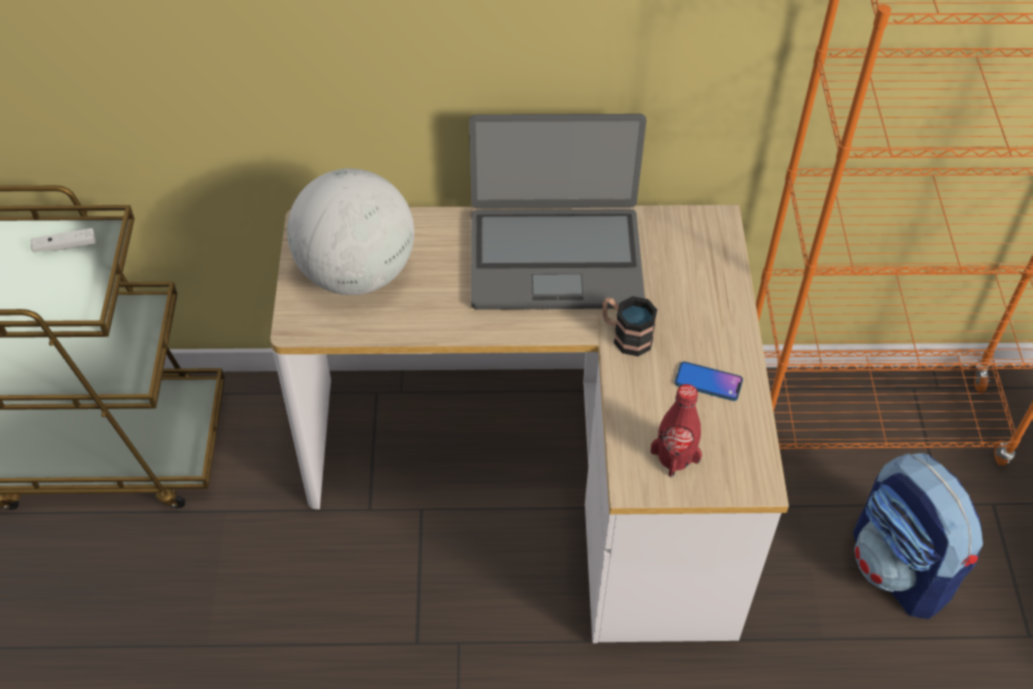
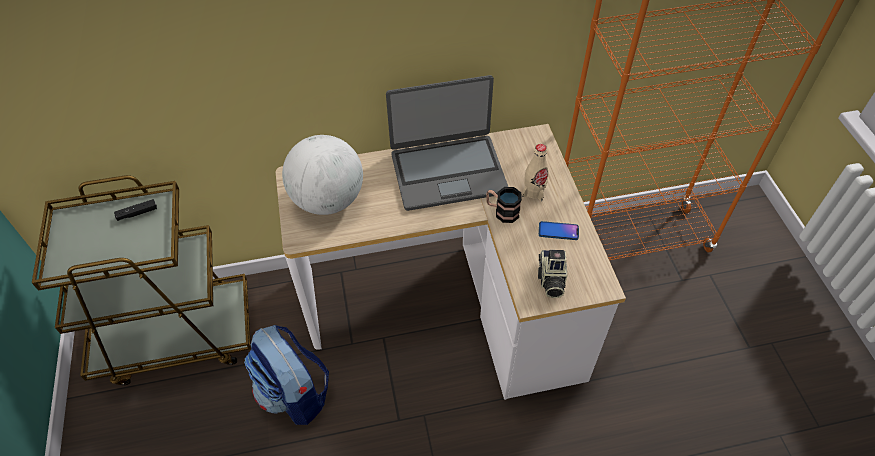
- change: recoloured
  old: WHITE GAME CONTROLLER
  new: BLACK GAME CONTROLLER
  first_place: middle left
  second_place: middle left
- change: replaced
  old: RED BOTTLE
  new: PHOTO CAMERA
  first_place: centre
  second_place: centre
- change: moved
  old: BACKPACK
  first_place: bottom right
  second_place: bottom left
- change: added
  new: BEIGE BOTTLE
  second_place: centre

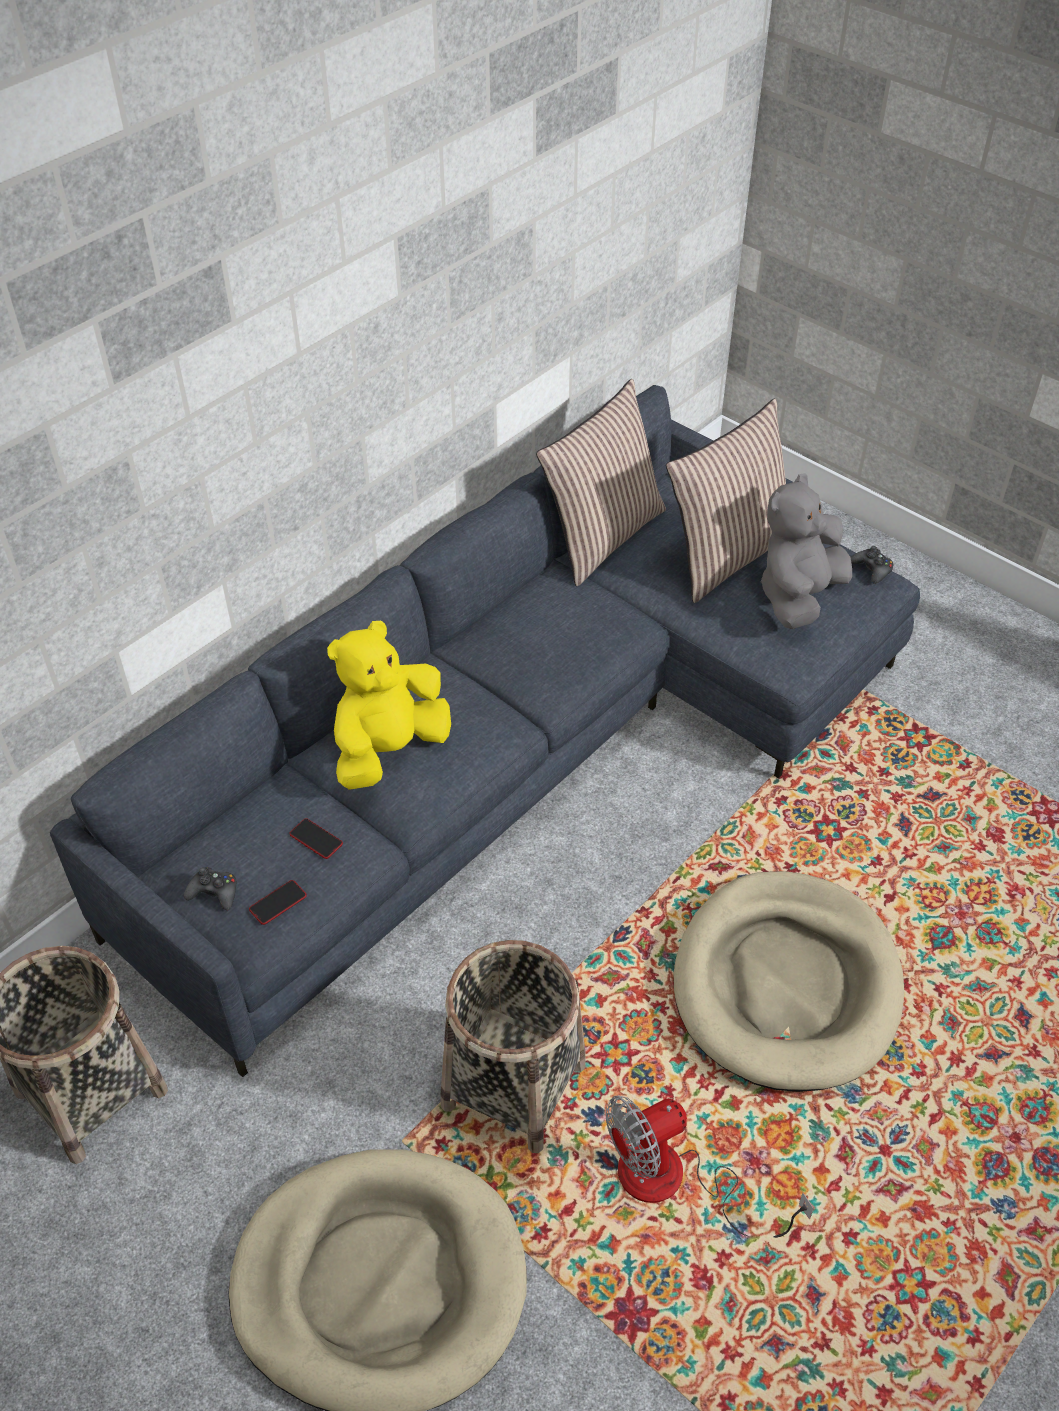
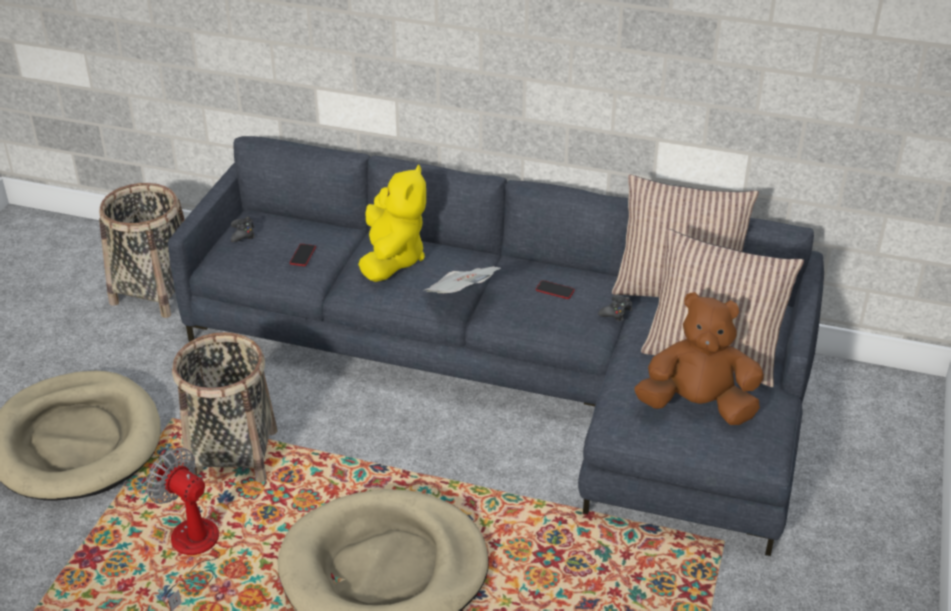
- change: recoloured
  old: GREY PLUSH TOY
  new: BROWN PLUSH TOY
  first_place: middle right
  second_place: middle right
- change: moved
  old: BLACK GAME CONTROLLER (2nd from left)
  first_place: middle right
  second_place: centre
- change: turned
  old: YELLOW PLUSH TOY
  first_place: centre
  second_place: centre
  degrees: 75
- change: moved
  old: PHONE (1st from left in the first image)
  new: PHONE (2nd from left)
  first_place: middle left
  second_place: centre
- change: added
  new: NEWSPAPER
  second_place: centre

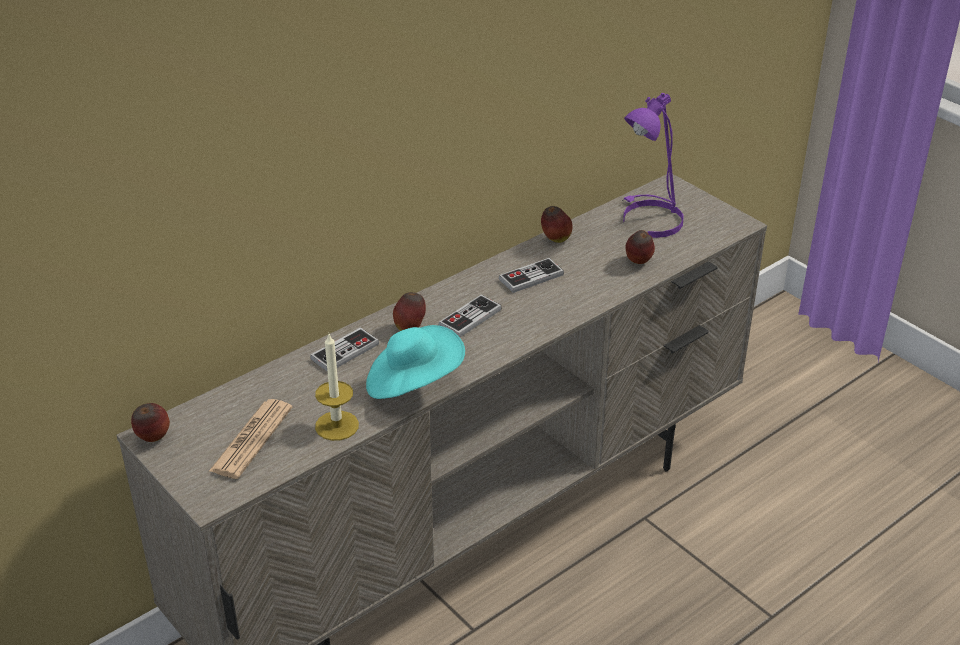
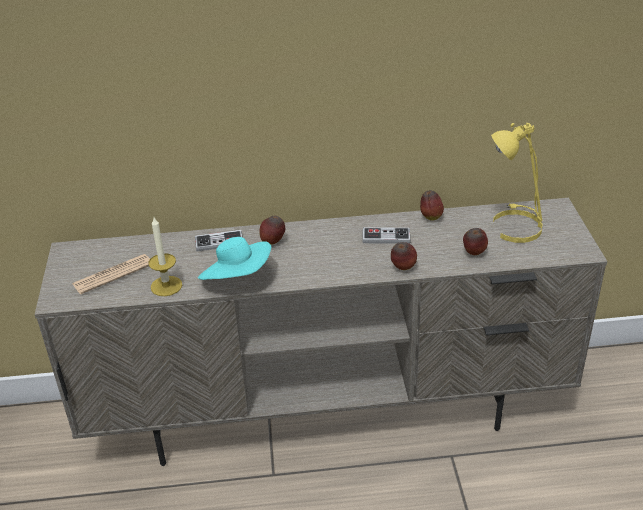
- change: recoloured
  old: PURPLE TABLE LAMP
  new: YELLOW TABLE LAMP
  first_place: top right
  second_place: middle right
- change: removed
  old: GAME CONTROLLER (2nd from left)
  first_place: centre
- change: moved
  old: APPLE (1st from left in the first image)
  new: APPLE (2nd from left)
  first_place: middle left
  second_place: centre

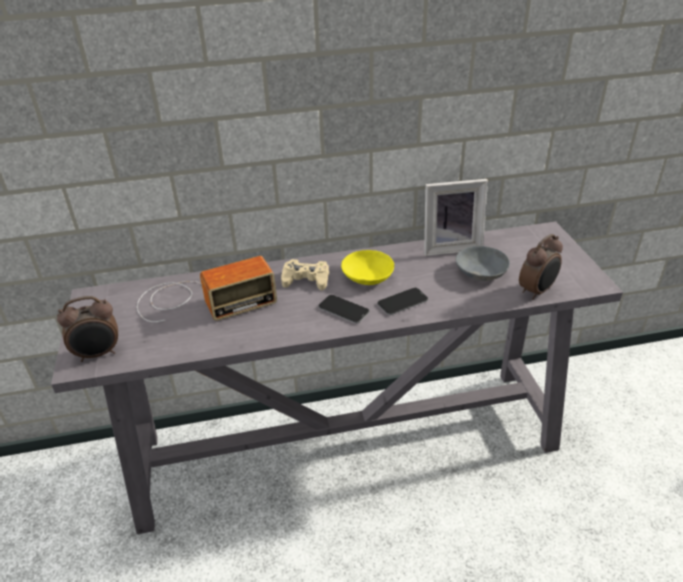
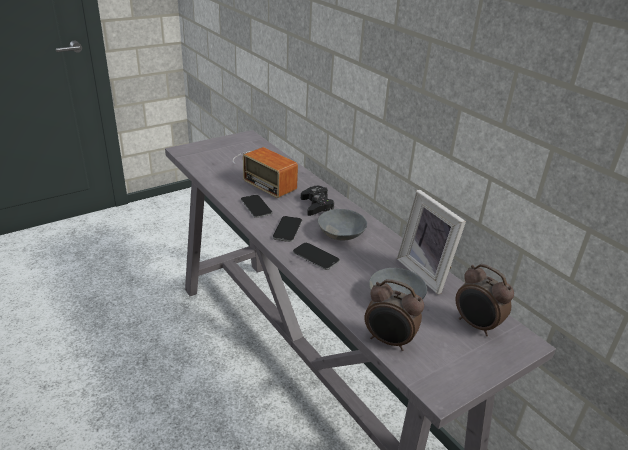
- change: recoloured
  old: YELLOW BOWL
  new: GREY BOWL (1st from left)
  first_place: centre
  second_place: centre
- change: recoloured
  old: BEIGE GAME CONTROLLER
  new: BLACK GAME CONTROLLER
  first_place: centre
  second_place: centre
- change: moved
  old: ALARM CLOCK (1st from left in the first image)
  new: ALARM CLOCK (2nd from left)
  first_place: middle left
  second_place: bottom right
- change: added
  new: PHONE (1st from left)
  second_place: centre

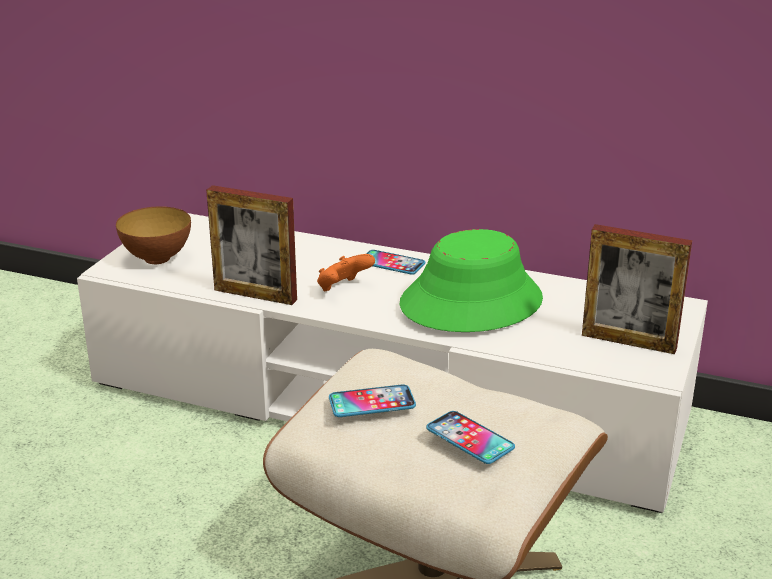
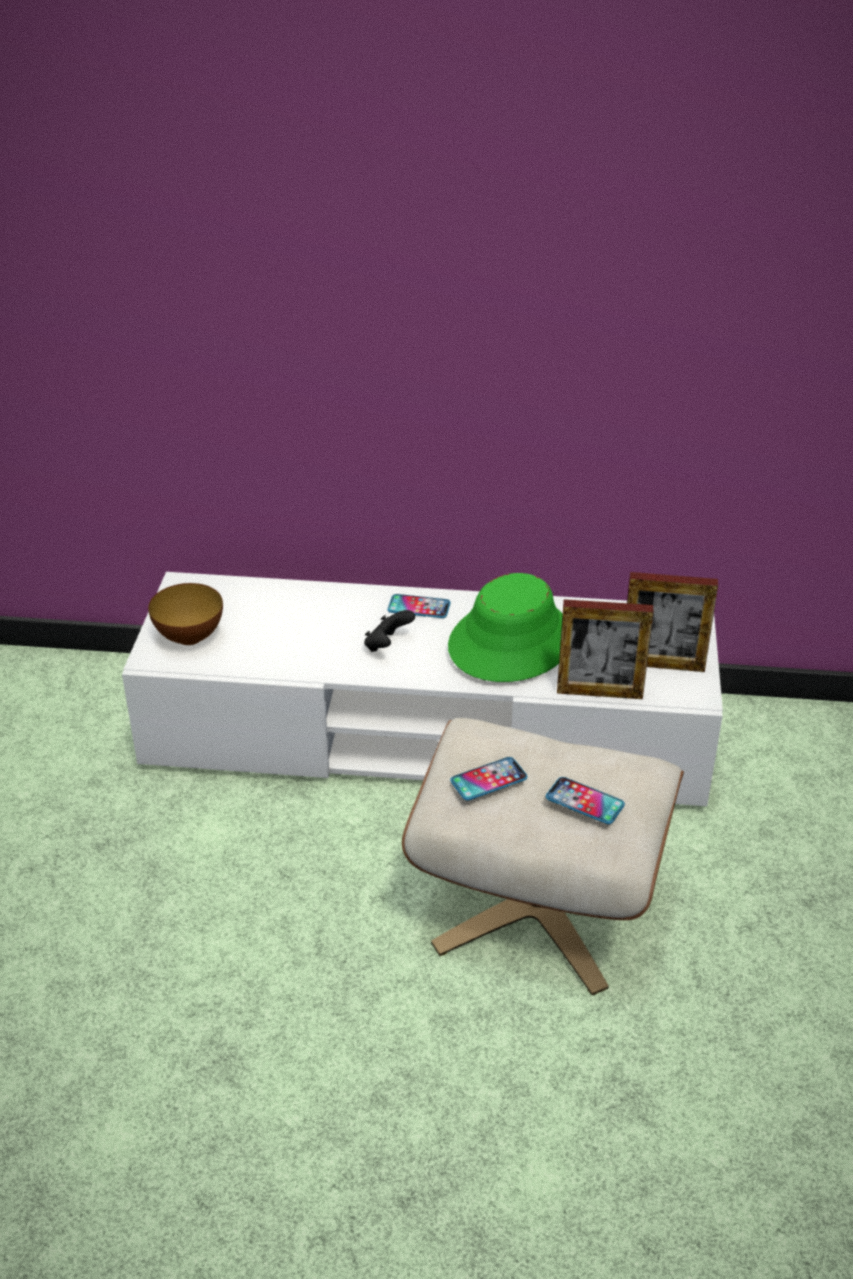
- change: moved
  old: PICTURE FRAME (1st from left)
  first_place: middle left
  second_place: middle right
- change: recoloured
  old: ORANGE GAME CONTROLLER
  new: BLACK GAME CONTROLLER
  first_place: centre
  second_place: centre

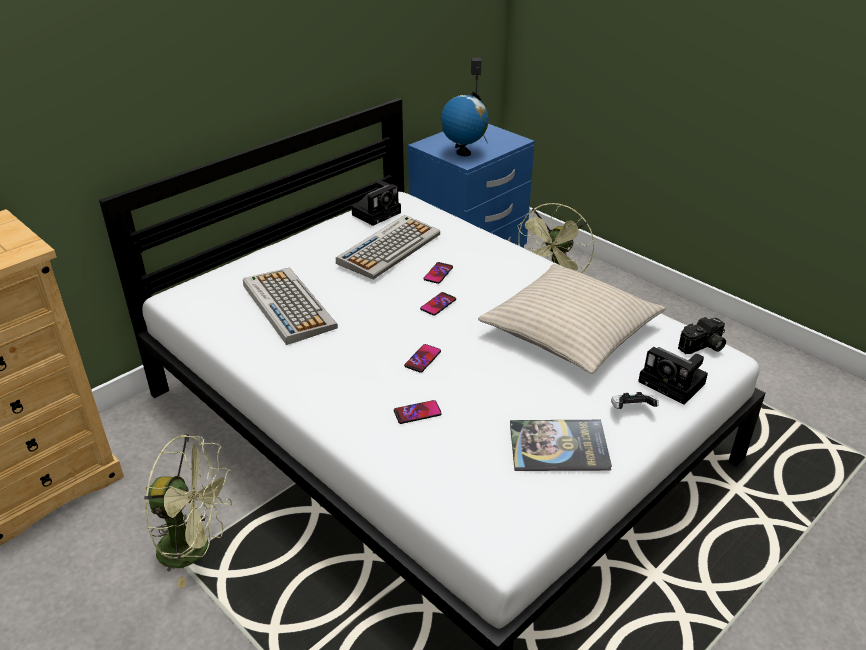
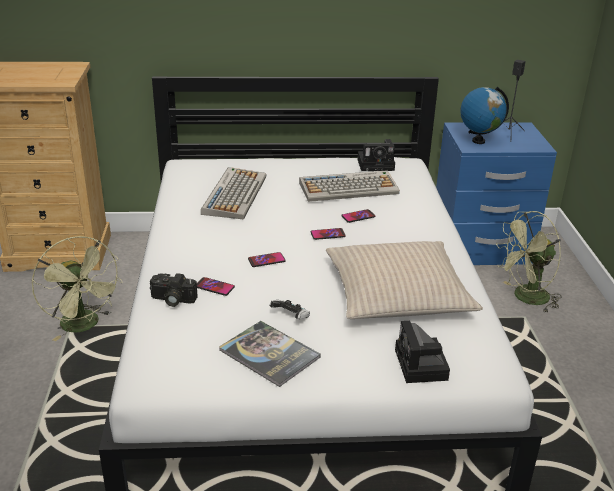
- change: moved
  old: PHOTO CAMERA (3rd from left in the first image)
  new: PHOTO CAMERA (1st from left)
  first_place: middle right
  second_place: middle left
- change: moved
  old: GAME CONTROLLER
  first_place: middle right
  second_place: centre

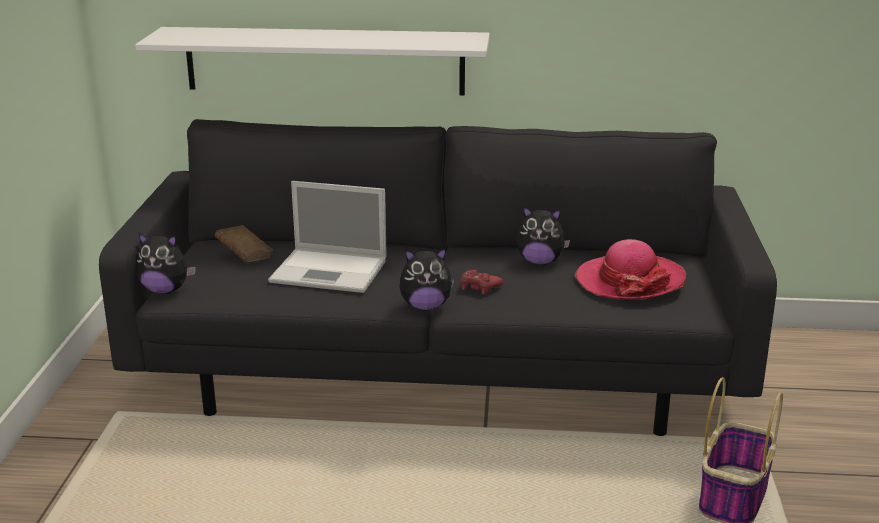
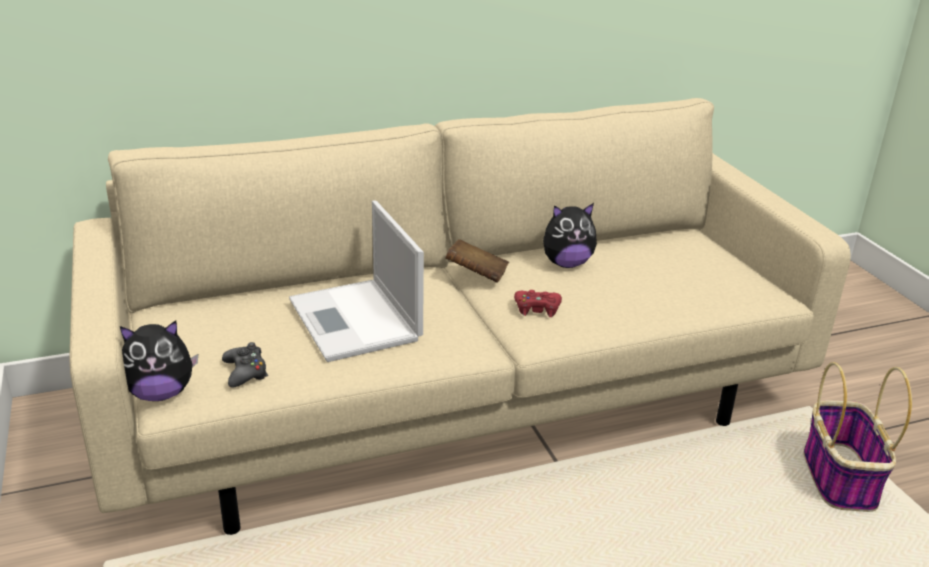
- change: removed
  old: WHITE SHELF
  first_place: top centre
- change: recoloured
  old: BLACK SOFA
  new: BEIGE SOFA
  first_place: centre
  second_place: centre
- change: turned
  old: LAPTOP
  first_place: centre
  second_place: centre
  degrees: 75
- change: moved
  old: BROWN BOOK
  first_place: middle left
  second_place: centre
- change: removed
  old: HAT
  first_place: middle right
- change: removed
  old: PLUSH TOY (2nd from left)
  first_place: centre
- change: added
  new: BLACK GAME CONTROLLER
  second_place: middle left

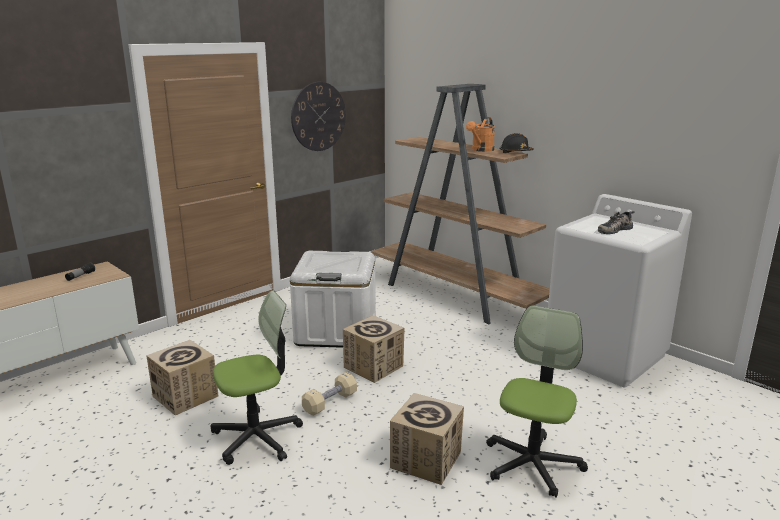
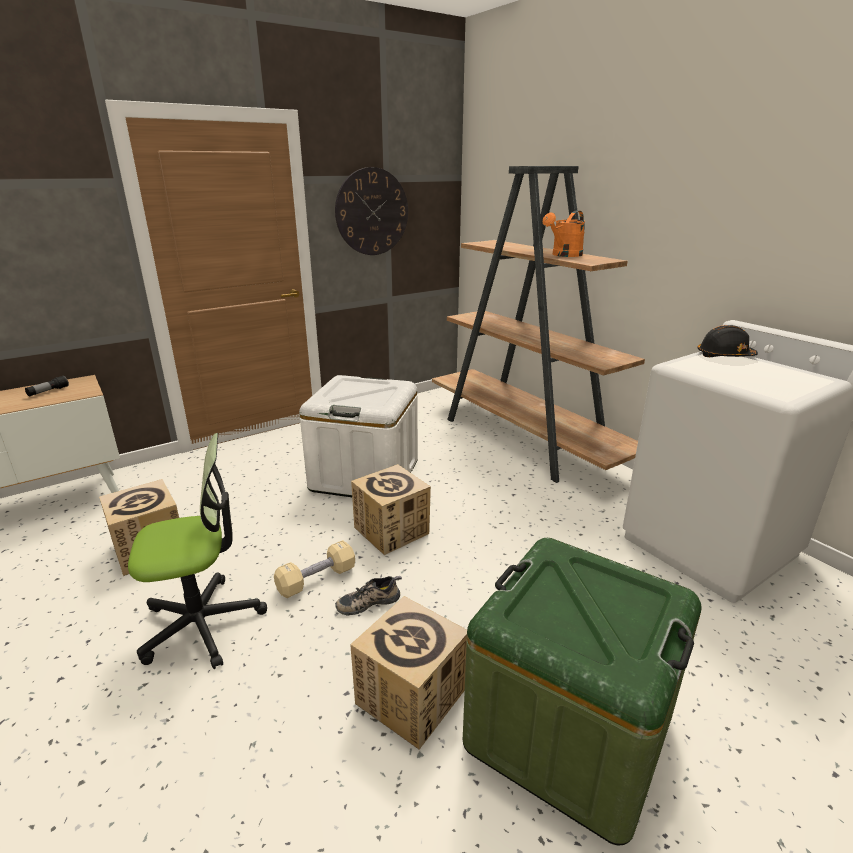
- change: moved
  old: BLACK HARD HAT
  first_place: top centre
  second_place: middle right
- change: moved
  old: SHOE
  first_place: middle right
  second_place: bottom centre
- change: replaced
  old: OFFICE CHAIR (2nd from left)
  new: GREEN STORAGE BOX
  first_place: bottom right
  second_place: bottom right

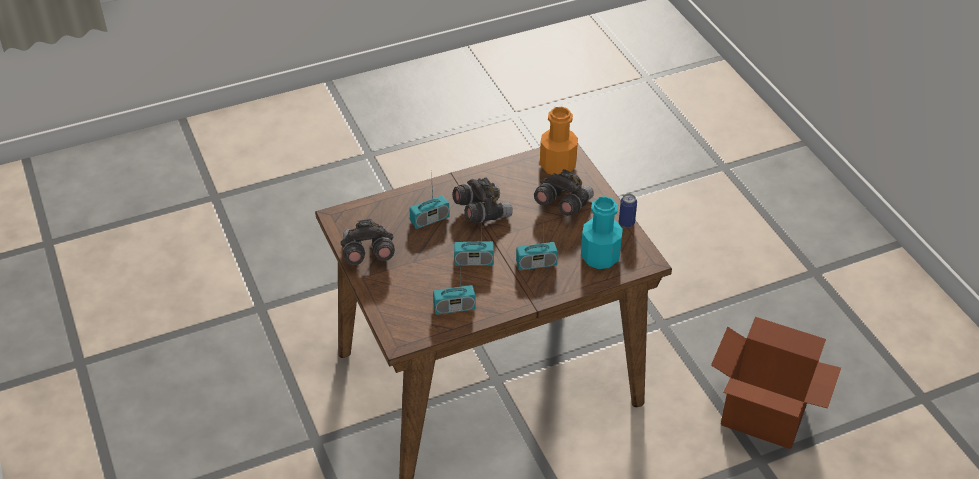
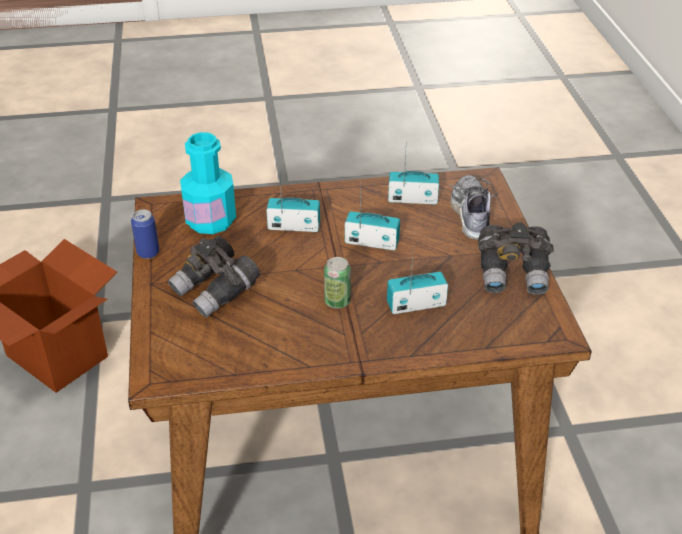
- change: removed
  old: ORANGE BOTTLE
  first_place: top centre
- change: replaced
  old: GREY BINOCULARS (2nd from left)
  new: CAN (2nd from left)
  first_place: centre
  second_place: centre
- change: added
  new: SHOE
  second_place: middle right

